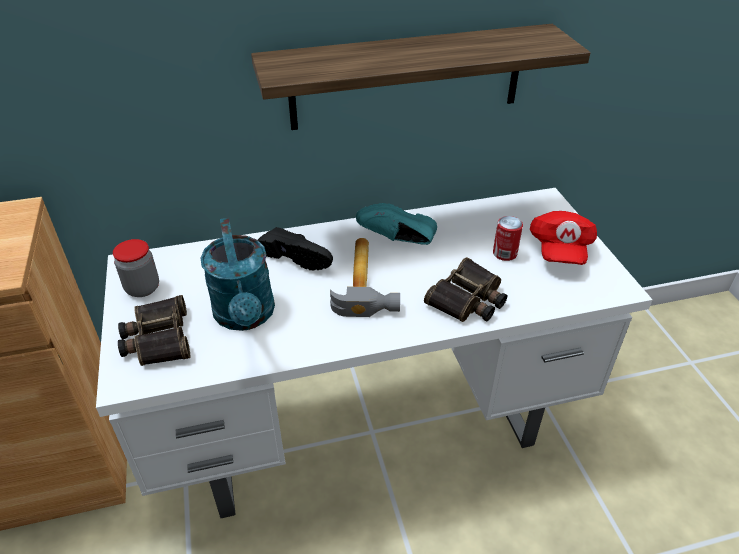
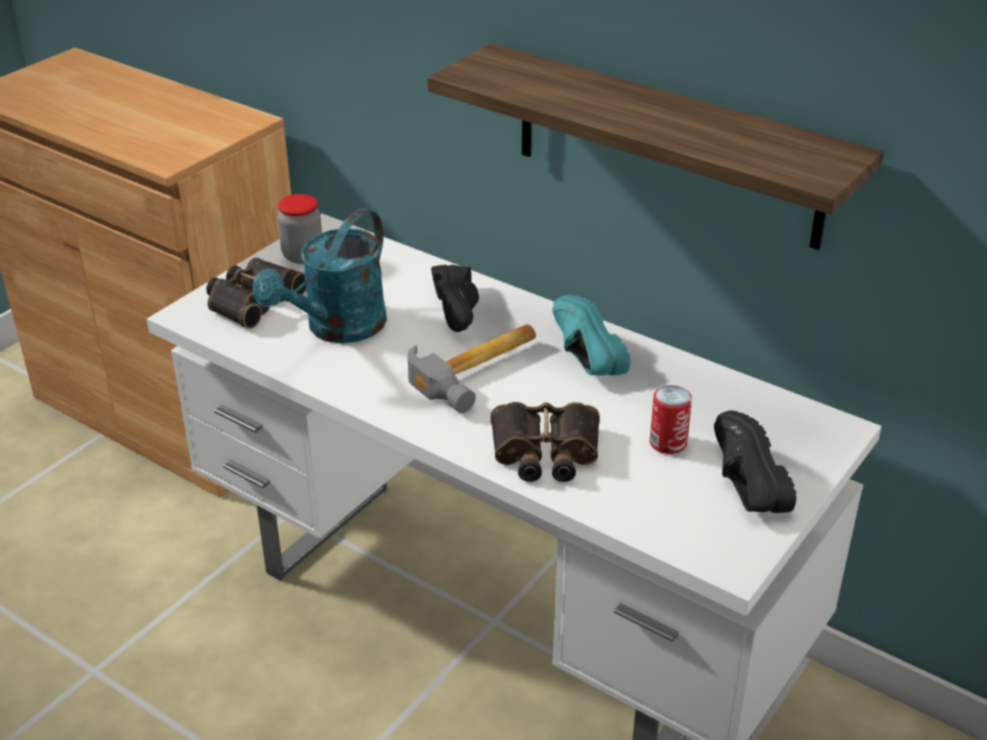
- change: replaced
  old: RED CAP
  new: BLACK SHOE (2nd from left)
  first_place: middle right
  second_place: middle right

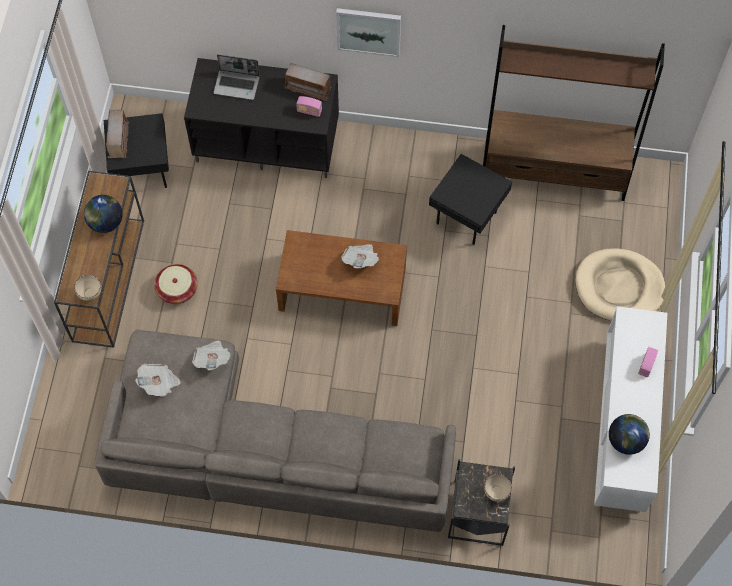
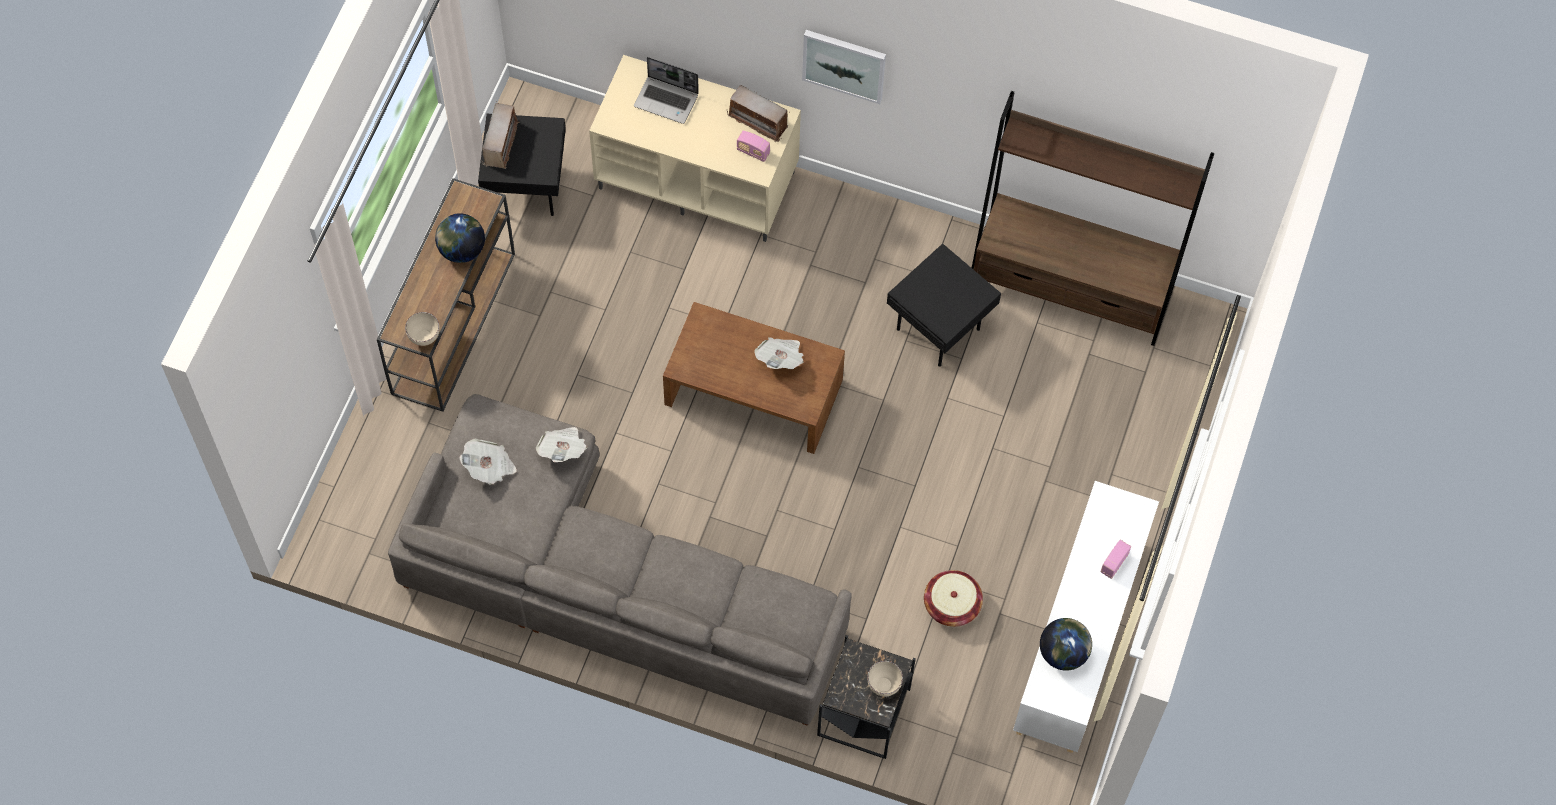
- change: recoloured
  old: BLACK TV STAND
  new: BEIGE TV STAND
  first_place: top centre
  second_place: top centre
- change: removed
  old: BEIGE DOG BED
  first_place: middle right
- change: moved
  old: BASKET
  first_place: middle left
  second_place: bottom centre

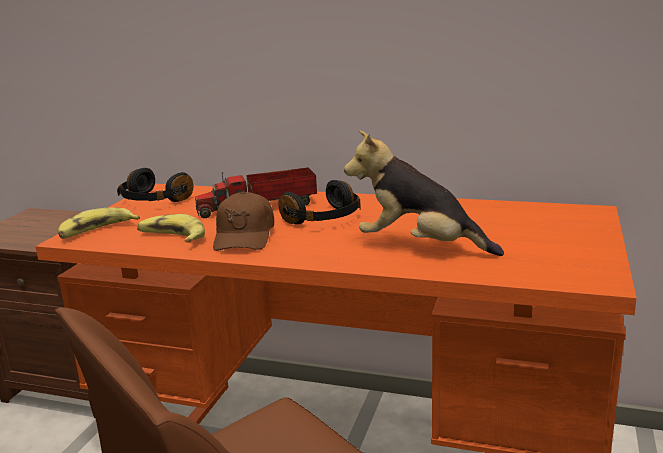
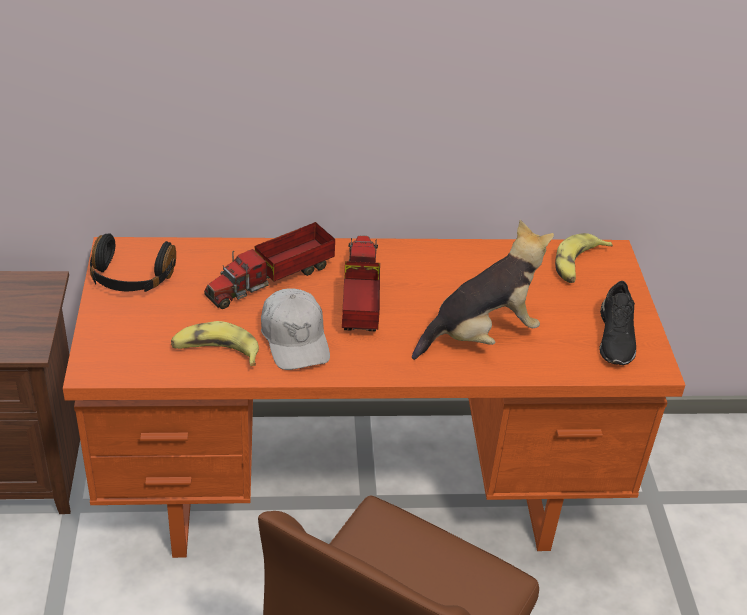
- change: turned
  old: PLUSH TOY
  first_place: centre
  second_place: centre
  degrees: 150
- change: replaced
  old: BLACK HEADPHONES (2nd from left)
  new: TOY TRUCK (2nd from left)
  first_place: centre
  second_place: centre
- change: recoloured
  old: BROWN CAP
  new: WHITE CAP
  first_place: centre
  second_place: centre
- change: moved
  old: BANANA (1st from left in the first image)
  new: BANANA (2nd from left)
  first_place: middle left
  second_place: middle right
- change: added
  new: BLACK SHOE
  second_place: middle right

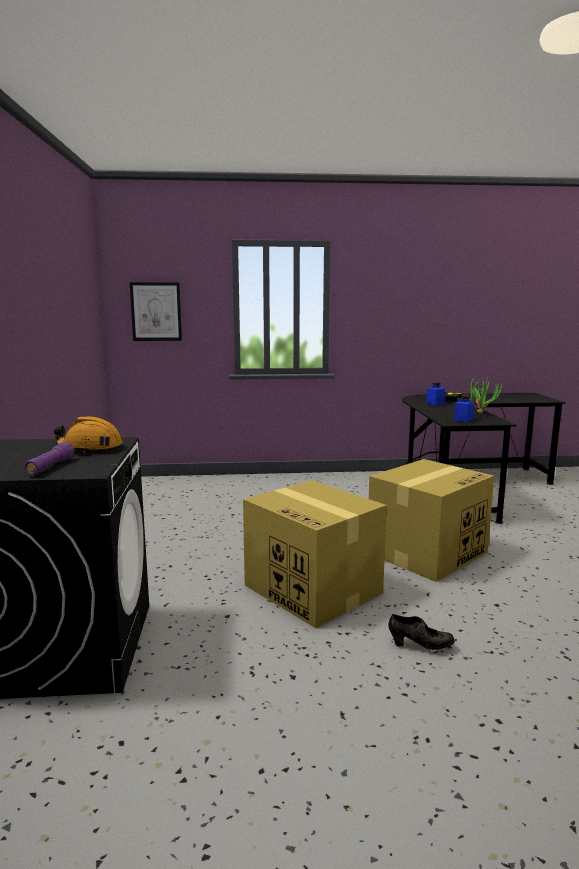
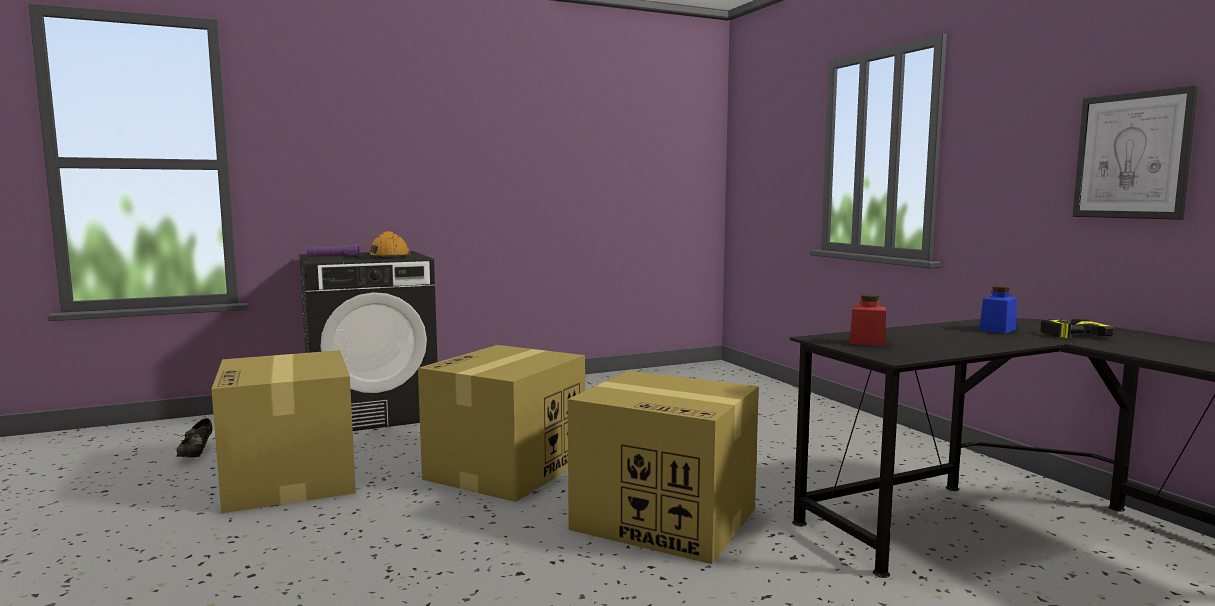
- change: moved
  old: PICTURE
  first_place: middle left
  second_place: top right
- change: removed
  old: POTTED PLANT
  first_place: middle right
- change: recoloured
  old: BLUE JAR (2nd from left)
  new: RED JAR
  first_place: middle right
  second_place: middle right
- change: moved
  old: BLACK SHOE
  first_place: bottom right
  second_place: bottom left
- change: added
  new: CARDBOARD BOX (1st from left)
  second_place: bottom left

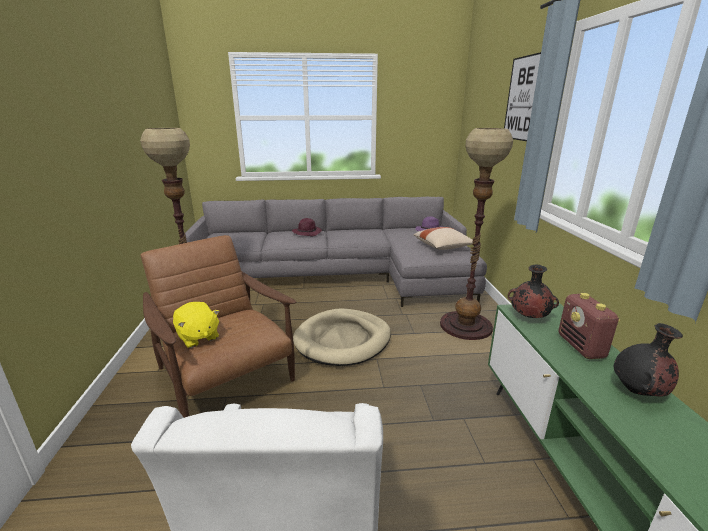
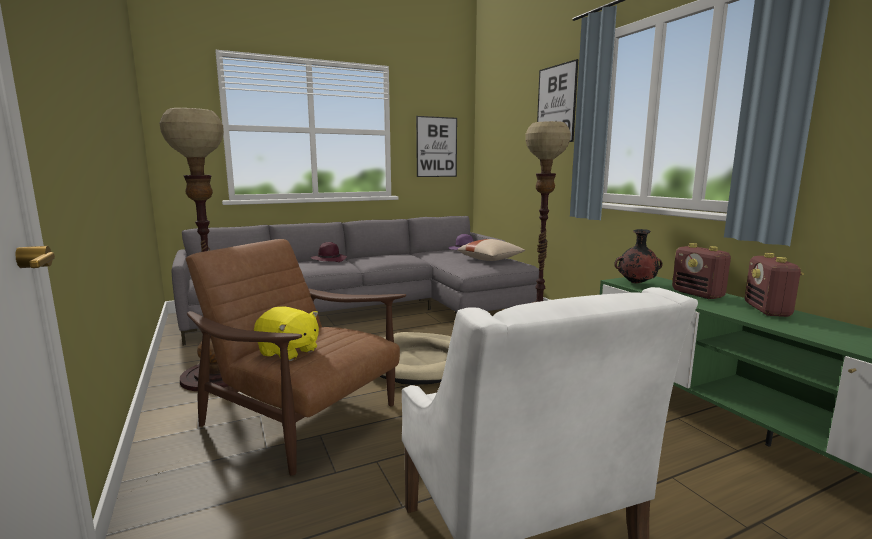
- change: replaced
  old: BLACK VASE (2nd from left)
  new: RADIO (2nd from left)
  first_place: bottom right
  second_place: middle right
- change: added
  new: PICTURE (1st from left)
  second_place: top centre

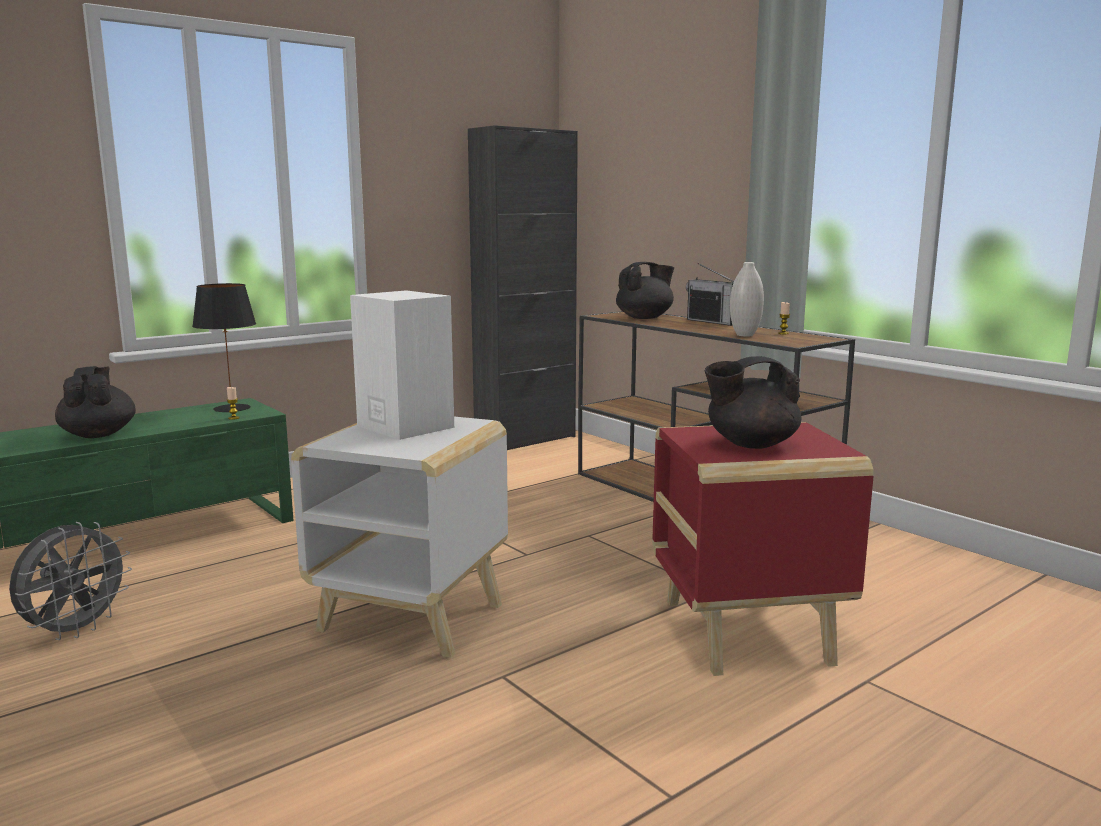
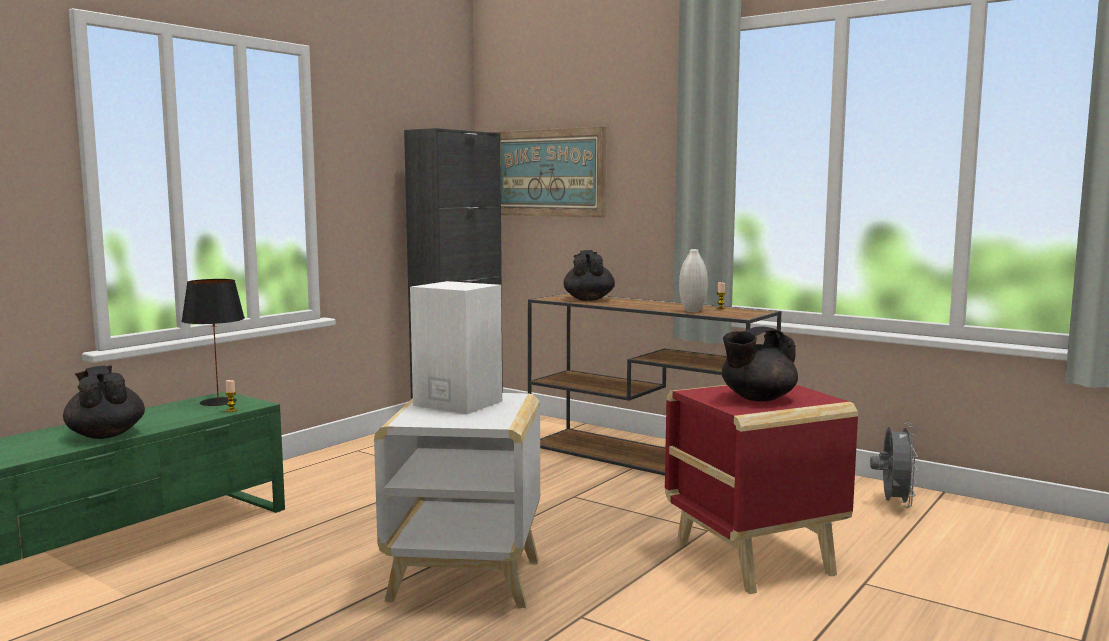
- change: turned
  old: BLACK TEAPOT (2nd from left)
  first_place: centre
  second_place: centre
  degrees: -45
- change: removed
  old: RADIO
  first_place: centre
- change: moved
  old: GREY FAN
  first_place: bottom left
  second_place: bottom right
- change: added
  new: PICTURE
  second_place: top centre

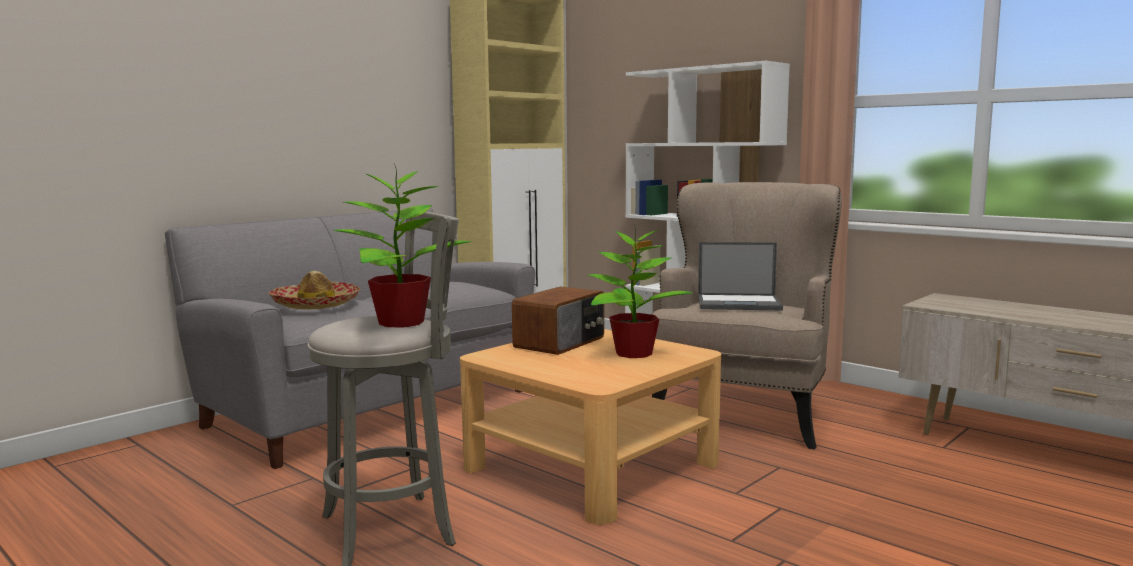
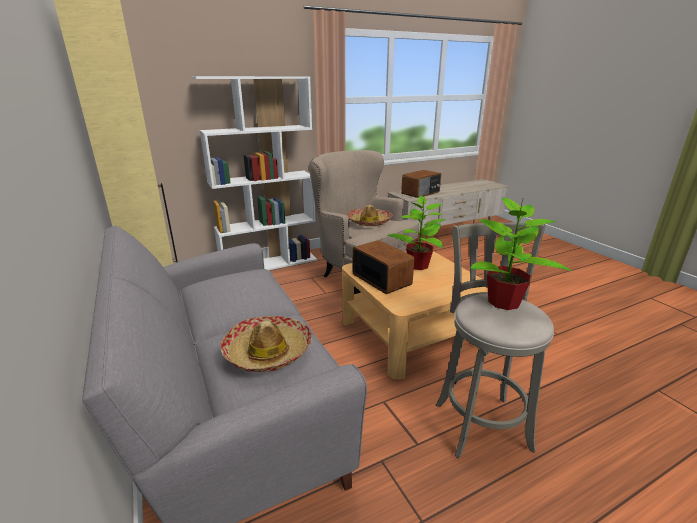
- change: replaced
  old: LAPTOP
  new: HAT (2nd from left)
  first_place: centre
  second_place: centre
- change: added
  new: RADIO (2nd from left)
  second_place: centre

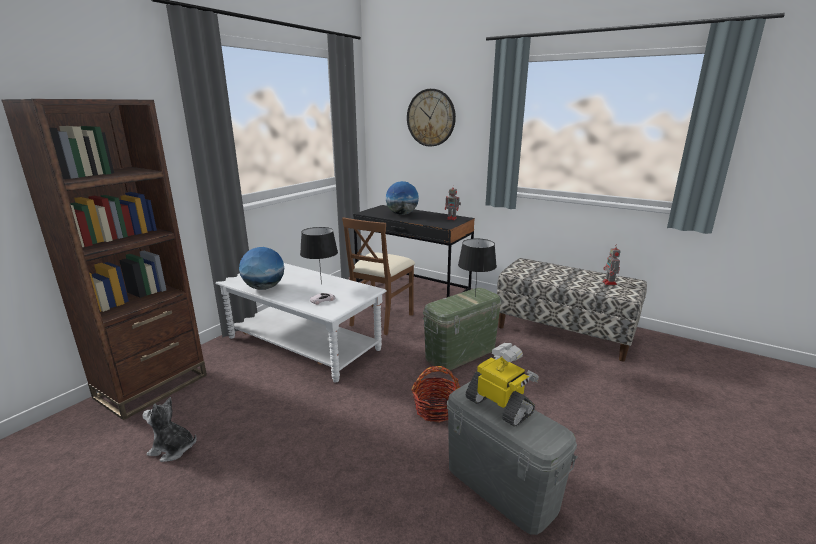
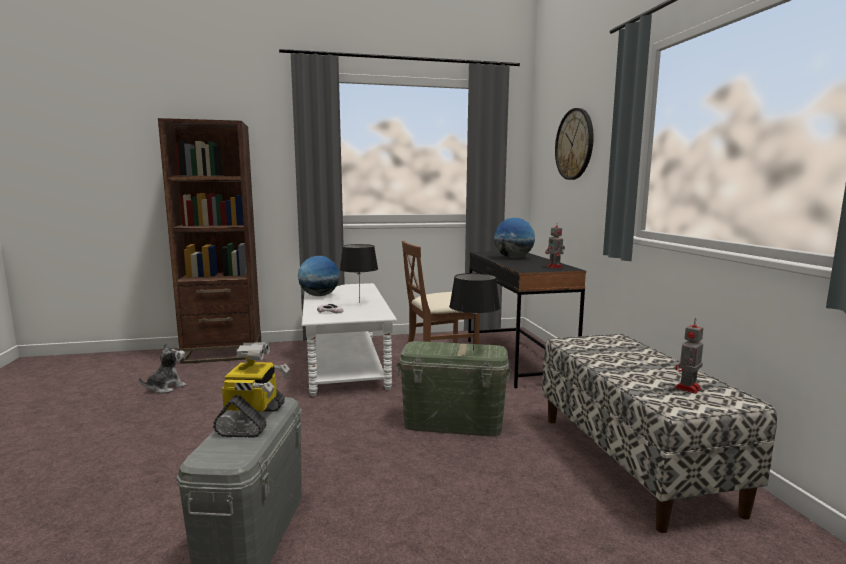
- change: removed
  old: BASKET
  first_place: bottom centre
- change: turned
  old: PLUSH TOY
  first_place: bottom left
  second_place: middle left
  degrees: 75

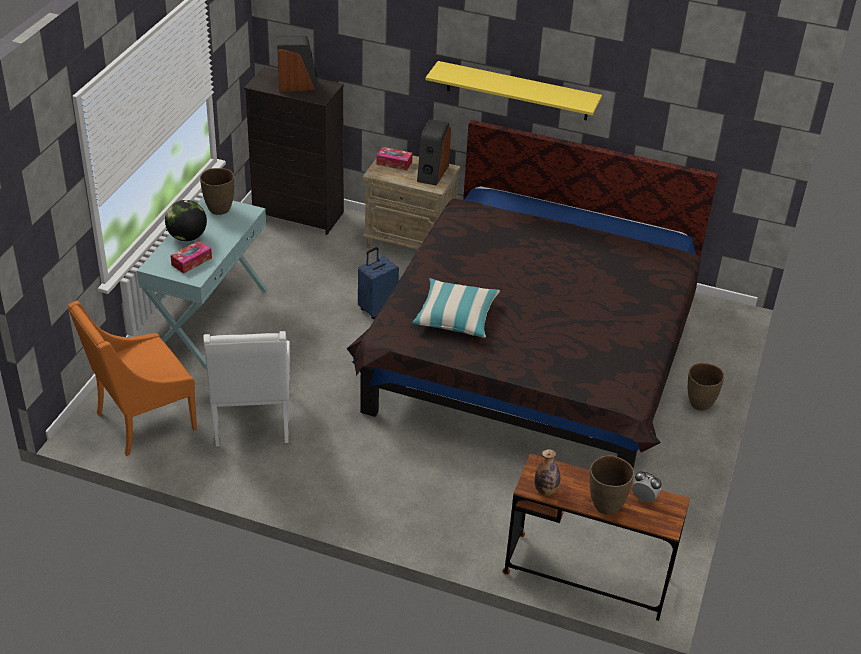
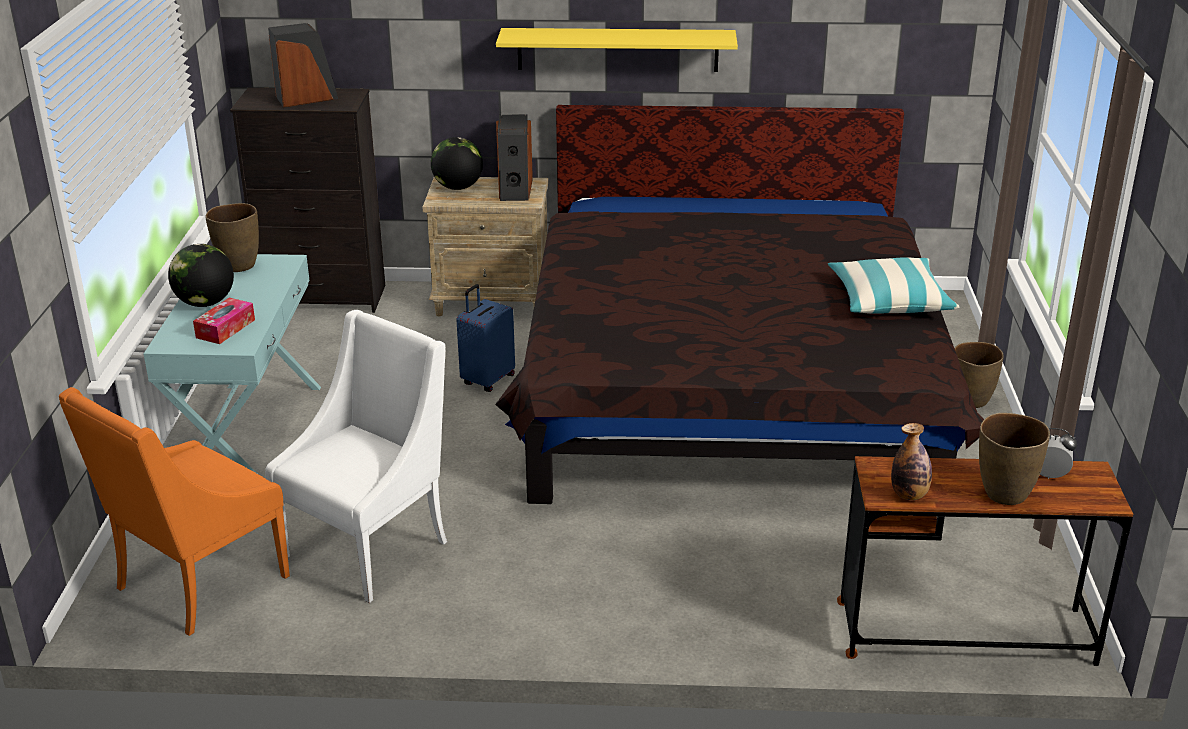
- change: replaced
  old: TISSUE BOX (2nd from left)
  new: GLOBE (2nd from left)
  first_place: top centre
  second_place: top centre
- change: moved
  old: PILLOW
  first_place: centre
  second_place: middle right
- change: turned
  old: WHITE ARMCHAIR
  first_place: middle left
  second_place: middle left
  degrees: -120

